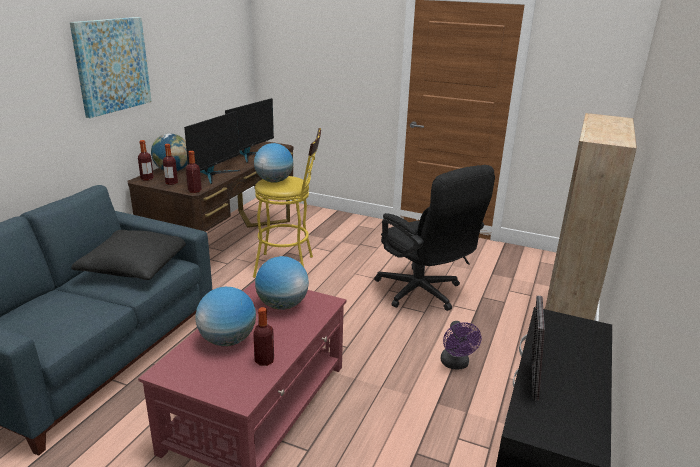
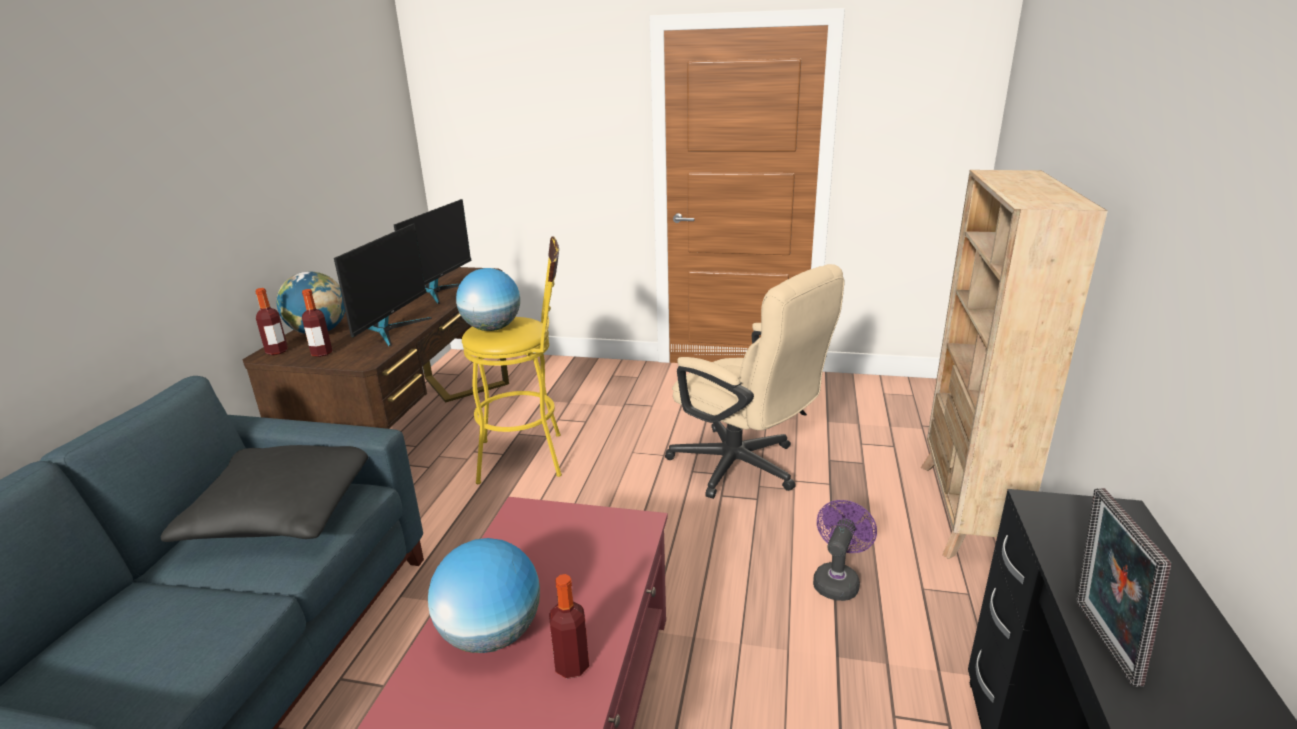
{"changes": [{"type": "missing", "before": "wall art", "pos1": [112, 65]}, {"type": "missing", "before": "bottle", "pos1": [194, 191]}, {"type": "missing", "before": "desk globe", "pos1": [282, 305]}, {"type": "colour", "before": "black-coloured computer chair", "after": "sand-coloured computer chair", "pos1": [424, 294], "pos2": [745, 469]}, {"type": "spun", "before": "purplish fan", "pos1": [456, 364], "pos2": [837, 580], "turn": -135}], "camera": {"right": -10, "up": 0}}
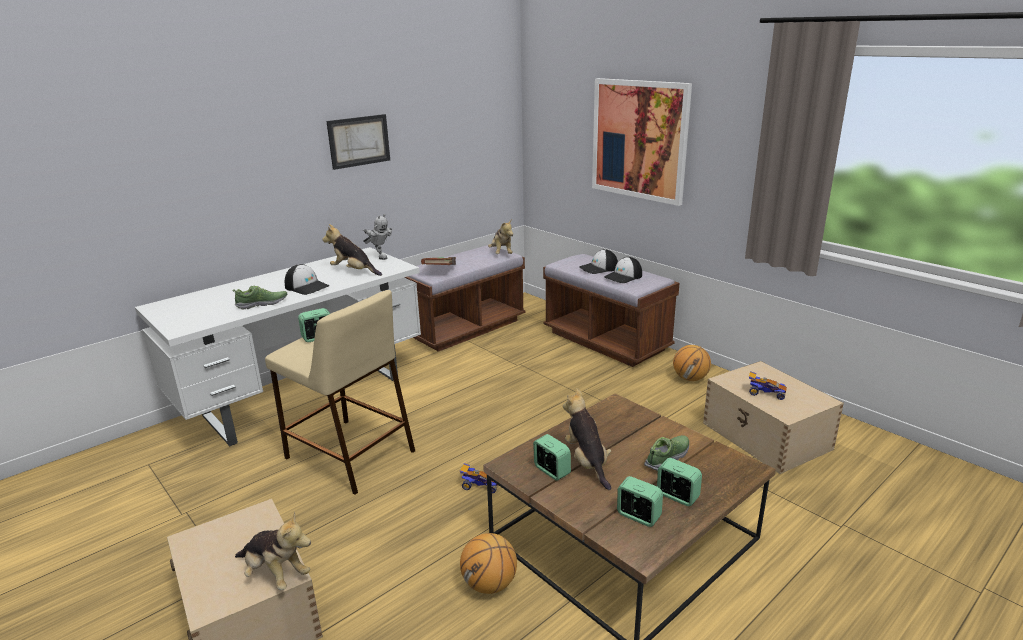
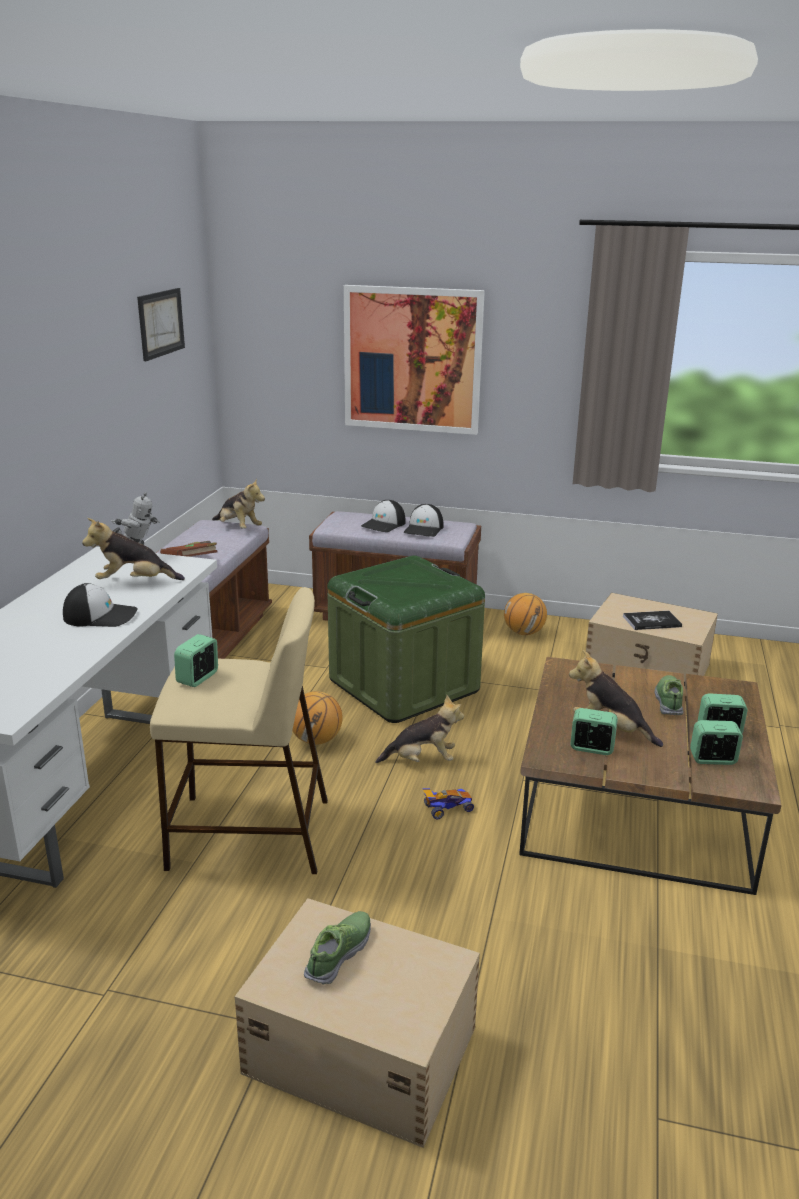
{"changes": [{"type": "relocated", "before": "item of footwear", "pos1": [262, 304], "pos2": [339, 954]}, {"type": "relocated", "before": "plush toy", "pos1": [275, 574], "pos2": [422, 760]}, {"type": "relocated", "before": "wall art", "pos1": [359, 141], "pos2": [160, 323]}, {"type": "relocated", "before": "basketball", "pos1": [489, 584], "pos2": [316, 740]}, {"type": "exchanged", "before": "toy car", "after": "volume", "pos1": [765, 393], "pos2": [651, 621]}, {"type": "appeared", "after": "greenish storage bin", "pos2": [404, 685]}], "camera": {"right": -35, "up": 0}}
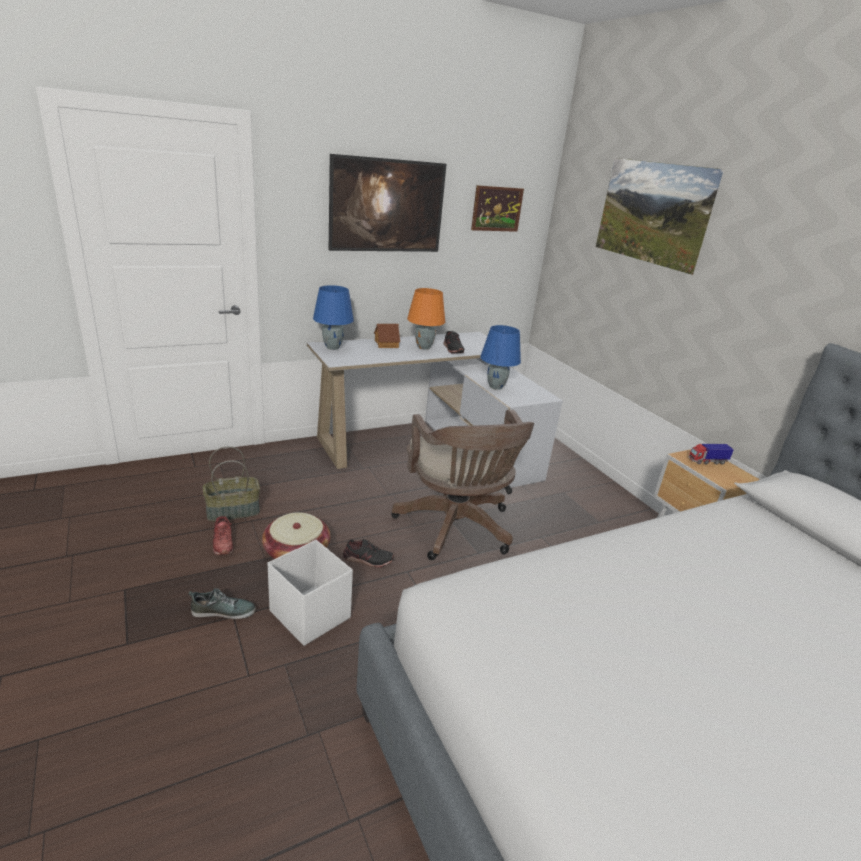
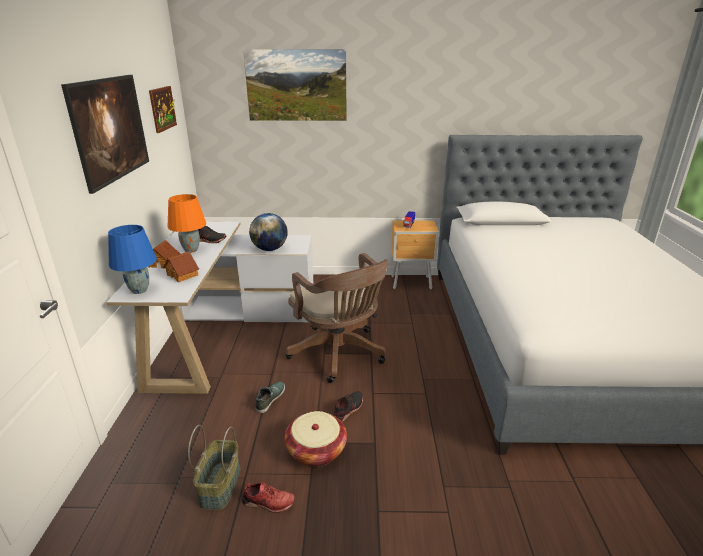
{"changes": [{"type": "relocated", "before": "item of footwear", "pos1": [223, 611], "pos2": [270, 398]}, {"type": "missing", "before": "white-coloured storage bin", "pos1": [310, 614]}, {"type": "spun", "before": "brown-coloured computer chair", "pos1": [456, 529], "pos2": [339, 354], "turn": 45}, {"type": "exchanged", "before": "blue-coloured table lamp", "after": "desk globe", "pos1": [496, 387], "pos2": [270, 249]}, {"type": "appeared", "after": "miniature house", "pos2": [183, 275]}], "camera": {"right": -60, "up": 0}}
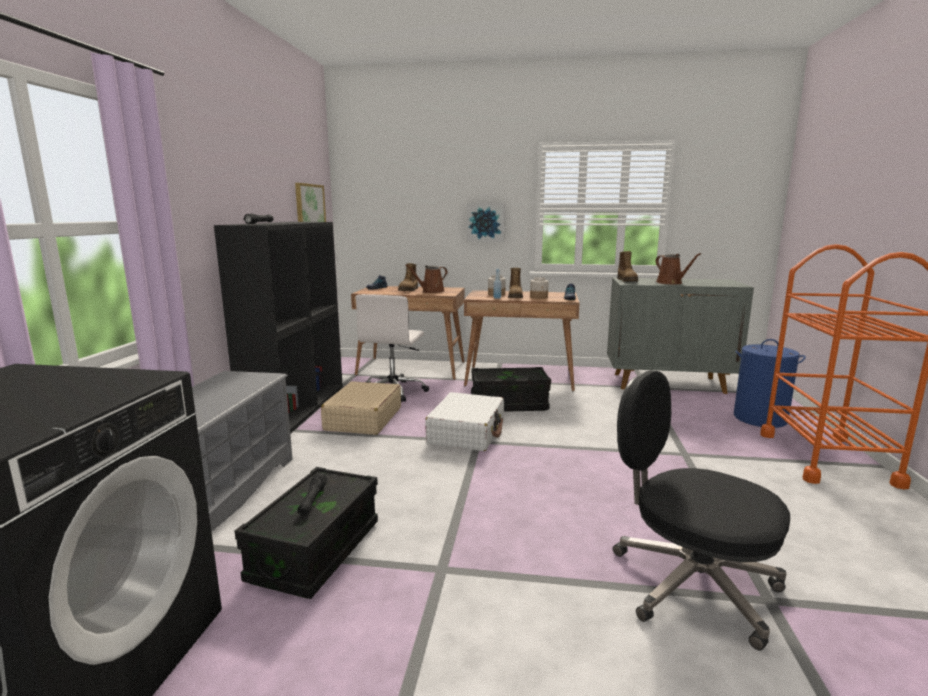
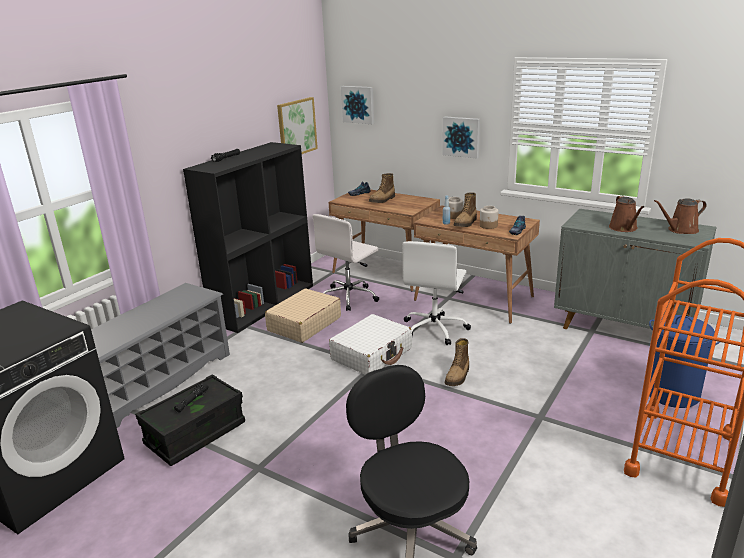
{"changes": [{"type": "relocated", "before": "brown-coloured sprinkling can", "pos1": [431, 291], "pos2": [680, 230]}, {"type": "exchanged", "before": "black-coloured storage bin", "after": "white-coloured computer chair", "pos1": [509, 404], "pos2": [435, 329]}, {"type": "relocated", "before": "tall boot", "pos1": [627, 281], "pos2": [458, 376]}, {"type": "appeared", "after": "wall art", "pos2": [358, 104]}], "camera": {"right": 25, "up": 10}}
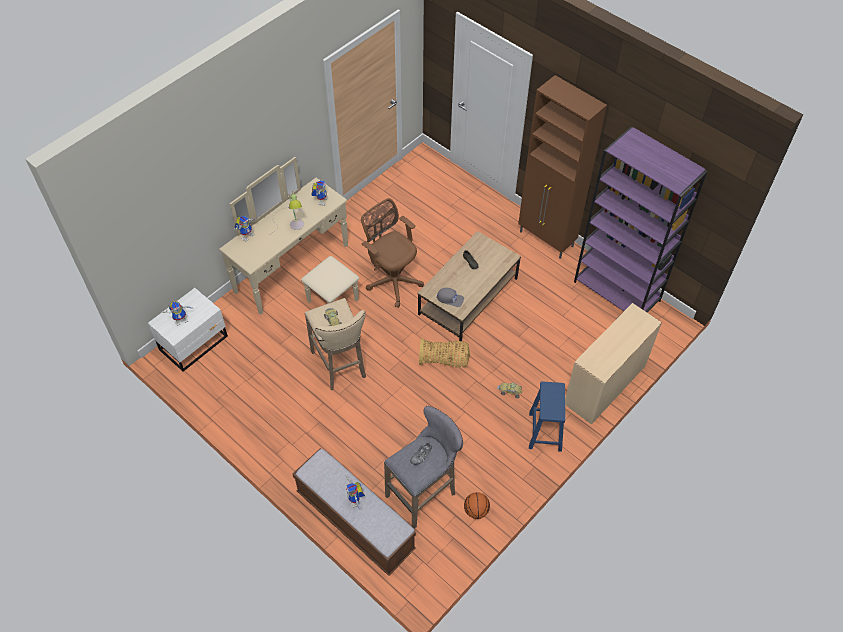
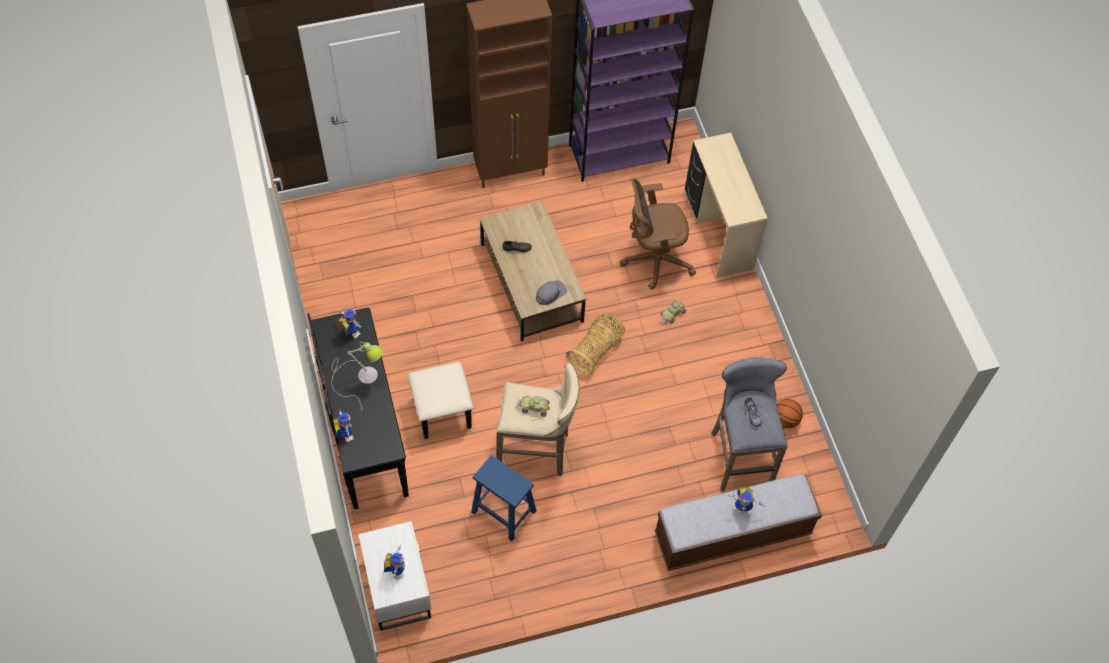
{"changes": [{"type": "colour", "before": "sand-coloured dresser", "after": "black-coloured dresser", "pos1": [301, 275], "pos2": [383, 426]}, {"type": "relocated", "before": "brown-coloured computer chair", "pos1": [392, 280], "pos2": [653, 260]}, {"type": "relocated", "before": "blue-coloured stool seat", "pos1": [545, 432], "pos2": [504, 512]}], "camera": {"right": -60, "up": 5}}
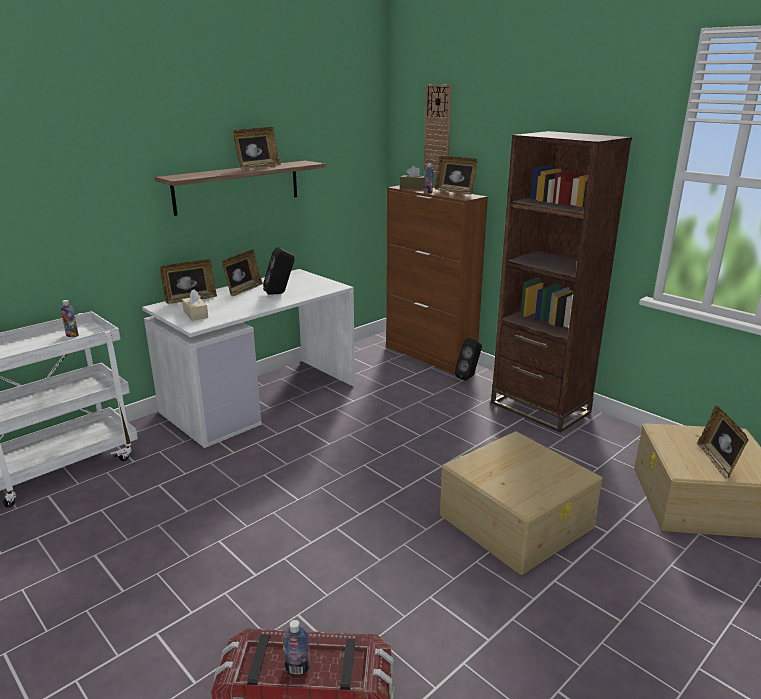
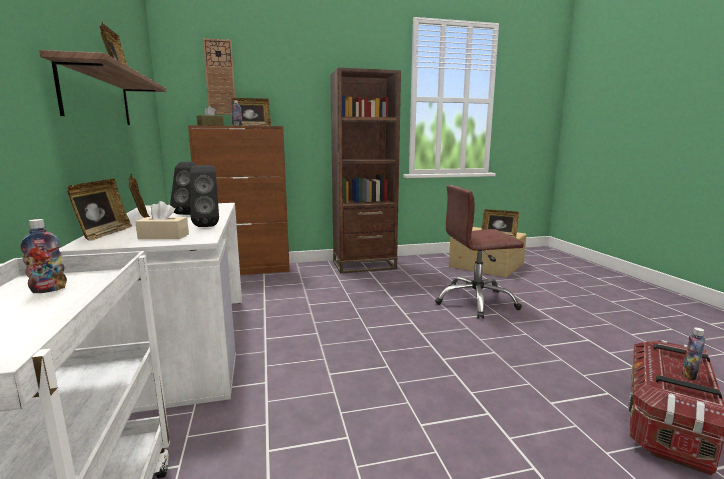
{"changes": [{"type": "exchanged", "before": "sand-coloured storage bin", "after": "brown-coloured computer chair", "pos1": [517, 520], "pos2": [476, 302]}, {"type": "relocated", "before": "black-coloured audio speaker", "pos1": [469, 377], "pos2": [208, 226]}], "camera": {"right": -60, "up": -10}}
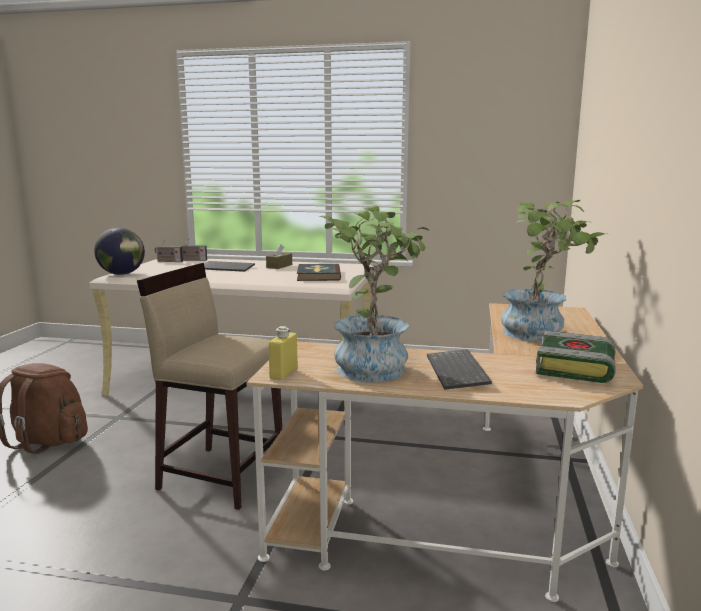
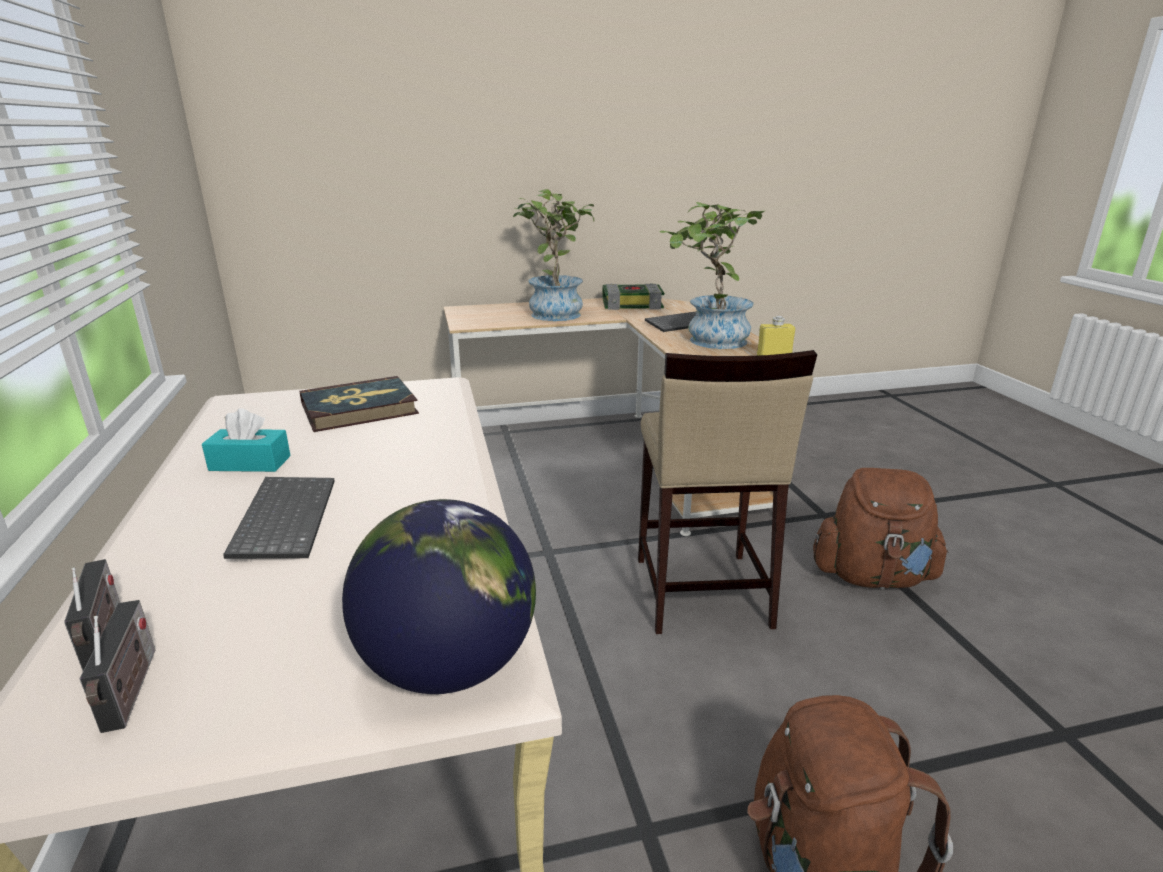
{"changes": [{"type": "colour", "before": "brown-coloured box of tissues", "after": "turquoise-coloured box of tissues", "pos1": [279, 266], "pos2": [250, 463]}, {"type": "appeared", "after": "brown-coloured rucksack", "pos2": [872, 576]}], "camera": {"right": -115, "up": 10}}
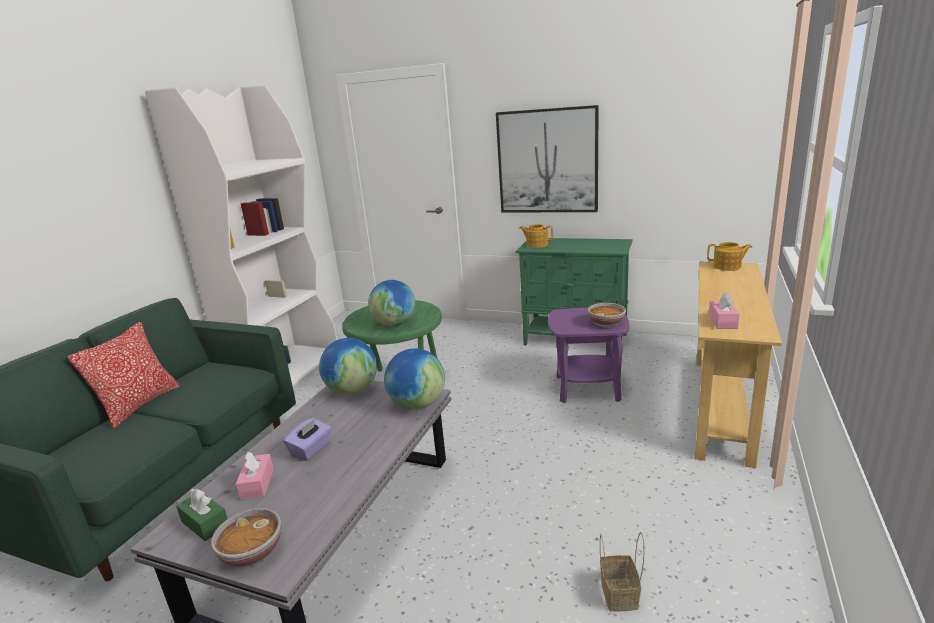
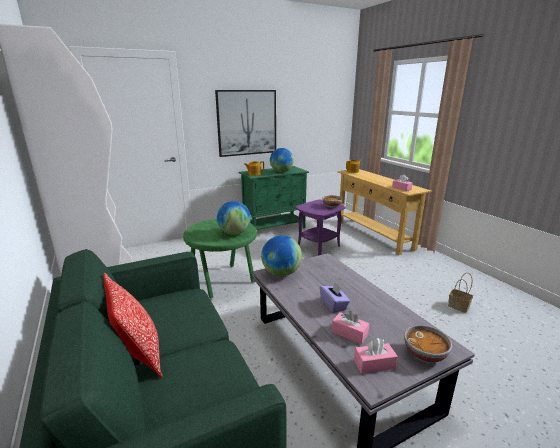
{"changes": [{"type": "colour", "before": "greenish box of tissues", "after": "pinkish box of tissues", "pos1": [205, 523], "pos2": [374, 364]}, {"type": "relocated", "before": "desk globe", "pos1": [417, 404], "pos2": [281, 172]}], "camera": {"right": -50, "up": 0}}
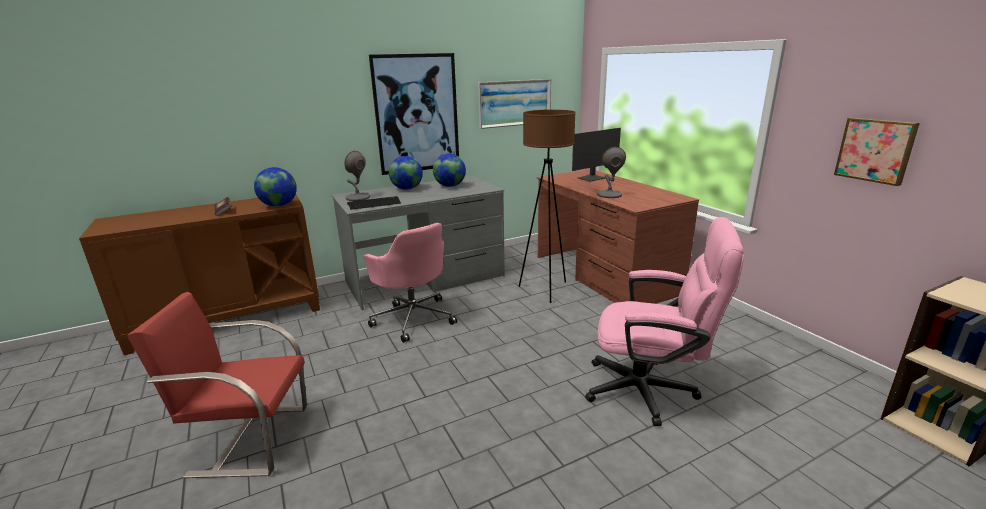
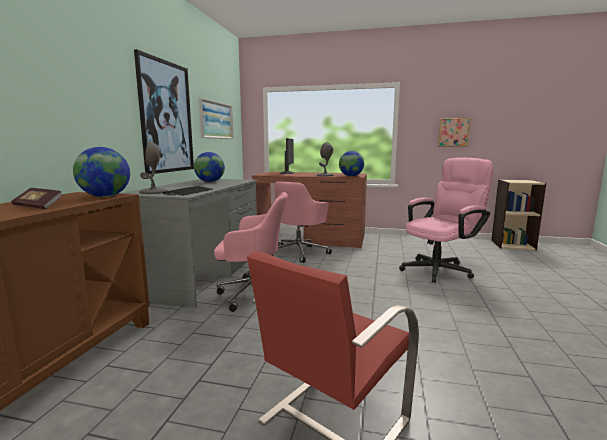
{"changes": [{"type": "relocated", "before": "desk globe", "pos1": [407, 189], "pos2": [351, 176]}, {"type": "exchanged", "before": "brown-coloured floor lamp", "after": "pinkish computer chair", "pos1": [545, 290], "pos2": [299, 252]}], "camera": {"right": -50, "up": -10}}
